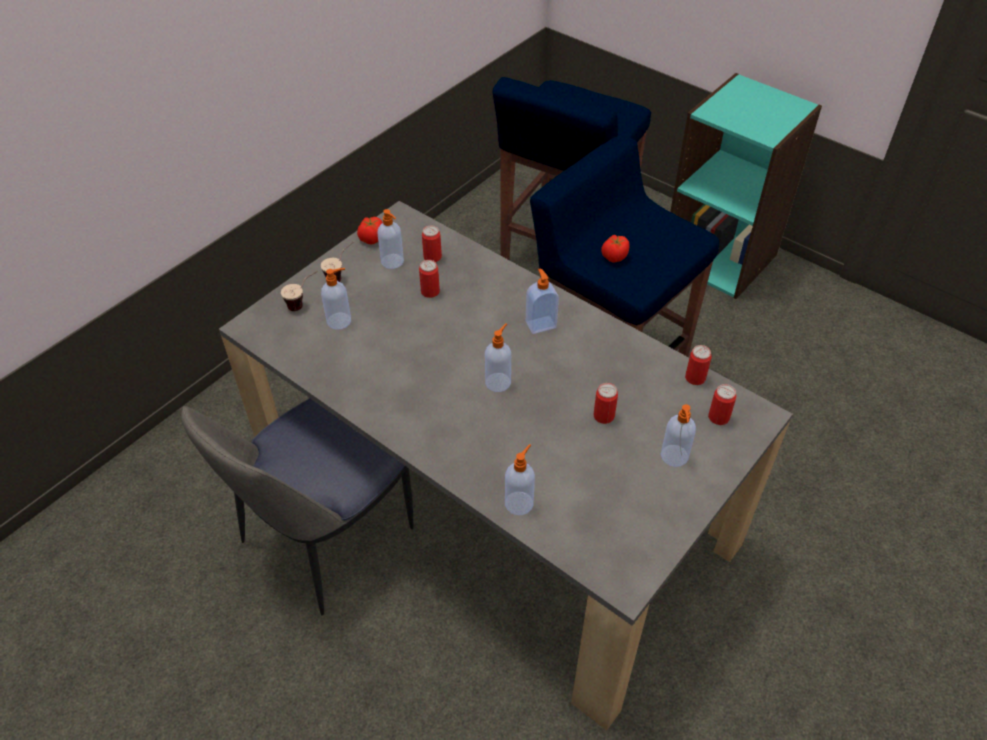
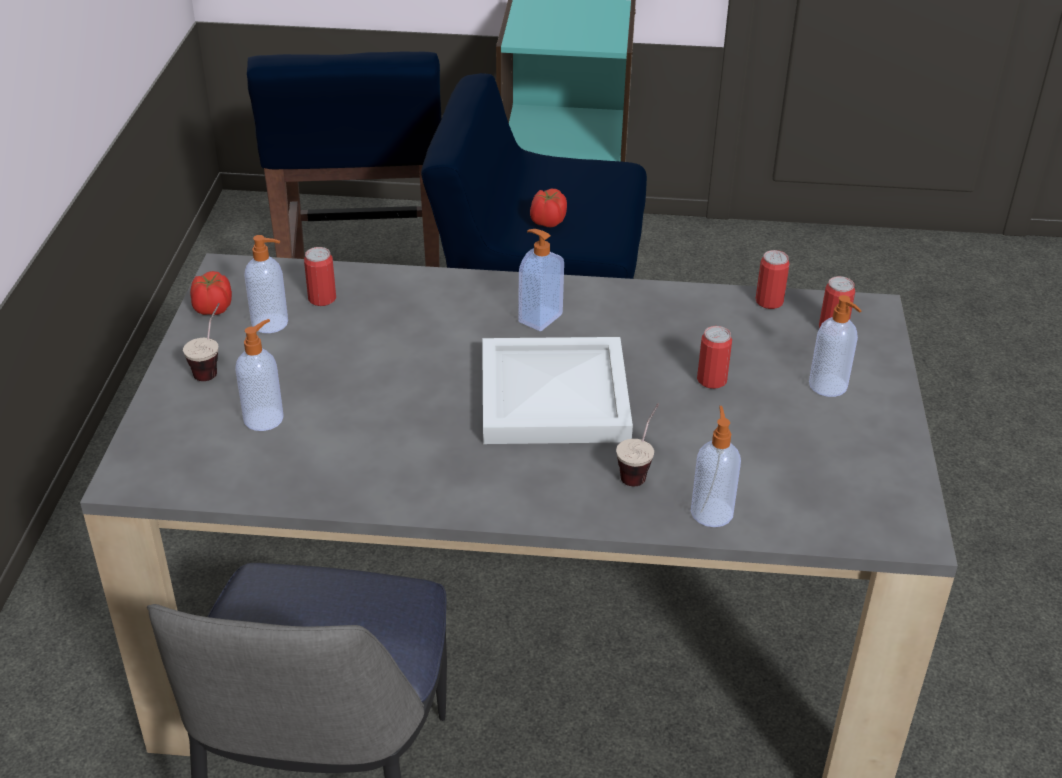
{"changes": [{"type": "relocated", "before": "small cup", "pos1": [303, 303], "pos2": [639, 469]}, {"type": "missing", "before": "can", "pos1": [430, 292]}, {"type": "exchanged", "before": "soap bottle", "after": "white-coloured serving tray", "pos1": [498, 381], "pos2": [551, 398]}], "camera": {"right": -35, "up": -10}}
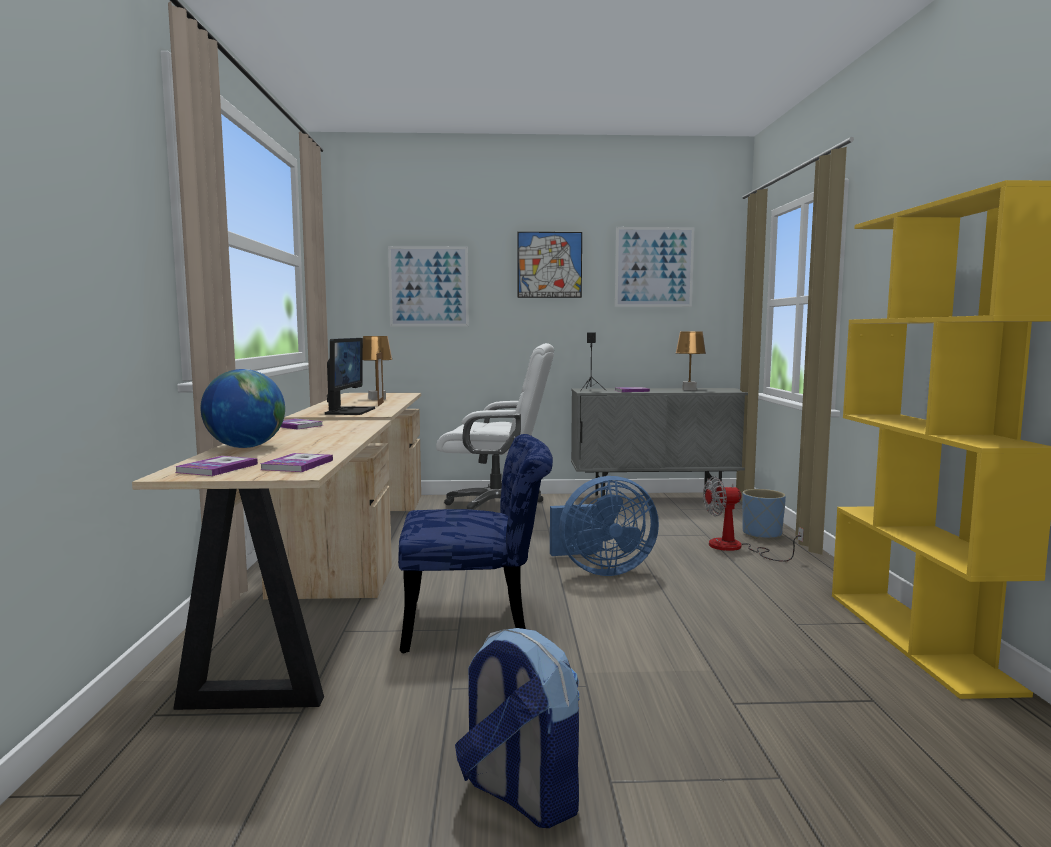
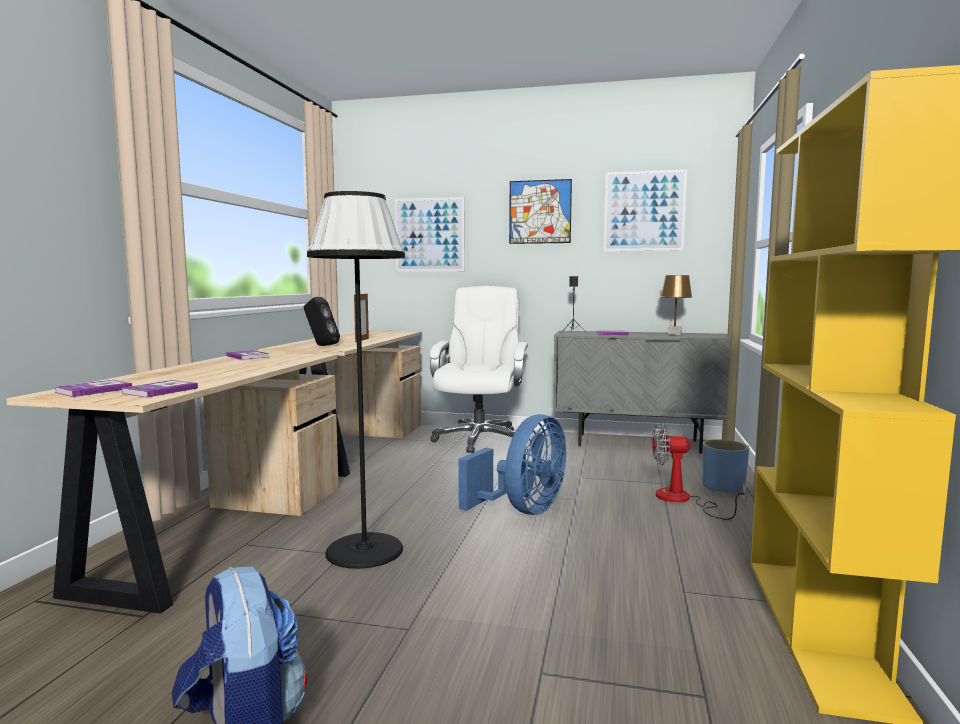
{"changes": [{"type": "missing", "before": "desk globe", "pos1": [245, 447]}, {"type": "exchanged", "before": "computer display", "after": "black-coloured audio speaker", "pos1": [349, 411], "pos2": [321, 345]}, {"type": "missing", "before": "brown-coloured table lamp", "pos1": [377, 399]}, {"type": "exchanged", "before": "blue-coloured upright chair", "after": "black-coloured floor lamp", "pos1": [479, 623], "pos2": [365, 550]}, {"type": "spun", "before": "white-coloured computer chair", "pos1": [497, 506], "pos2": [479, 439], "turn": -105}, {"type": "spun", "before": "blue-coloured fan", "pos1": [600, 570], "pos2": [523, 510], "turn": -60}], "camera": {"right": 15, "up": 0}}
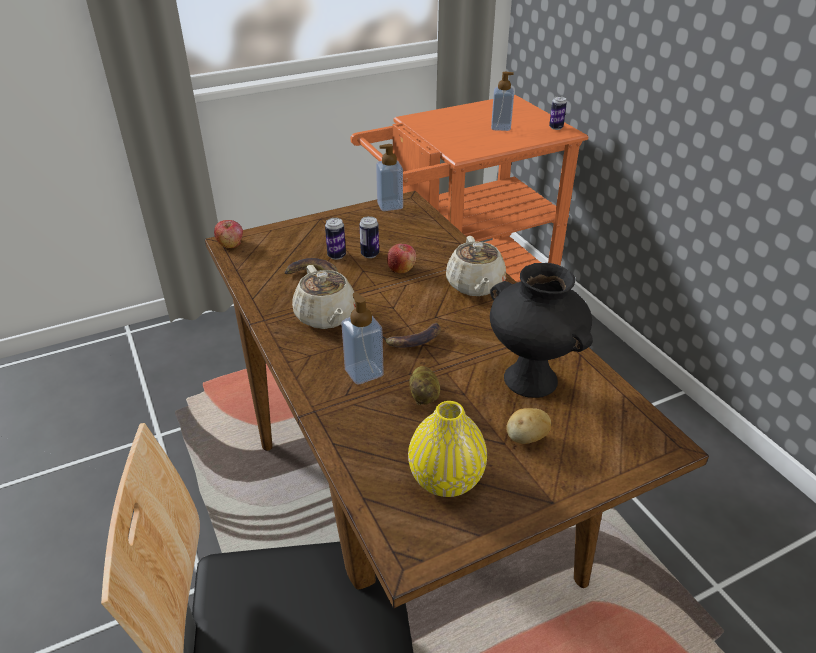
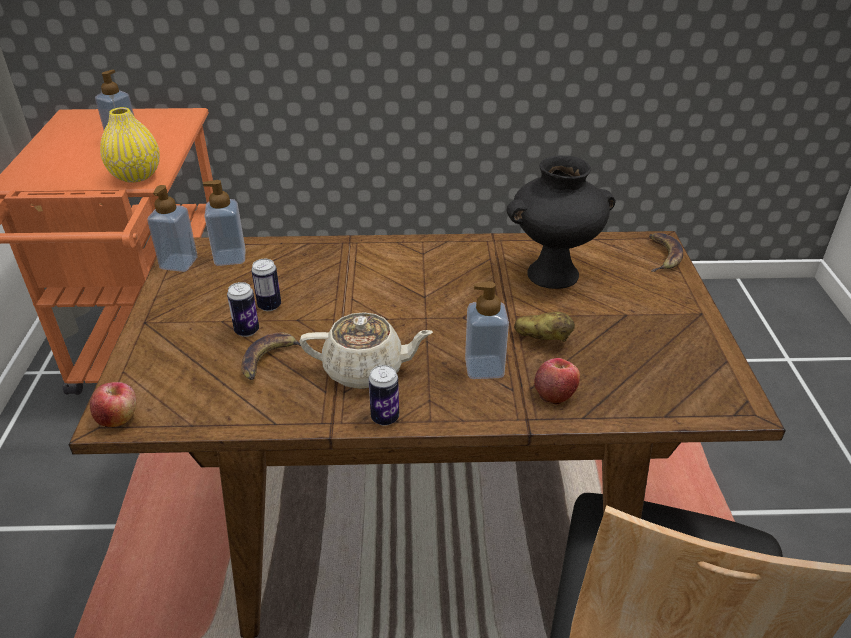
{"changes": [{"type": "relocated", "before": "whole banana", "pos1": [413, 339], "pos2": [662, 255]}, {"type": "relocated", "before": "apple fruit", "pos1": [401, 269], "pos2": [555, 393]}, {"type": "relocated", "before": "yellowish decorative vase", "pos1": [446, 479], "pos2": [136, 176]}, {"type": "missing", "before": "sand-coloured pot for tea", "pos1": [475, 285]}, {"type": "missing", "before": "whole potato", "pos1": [526, 438]}, {"type": "relocated", "before": "can", "pos1": [556, 127], "pos2": [385, 418]}, {"type": "appeared", "after": "soap bottle", "pos2": [230, 257]}], "camera": {"right": -65, "up": 0}}
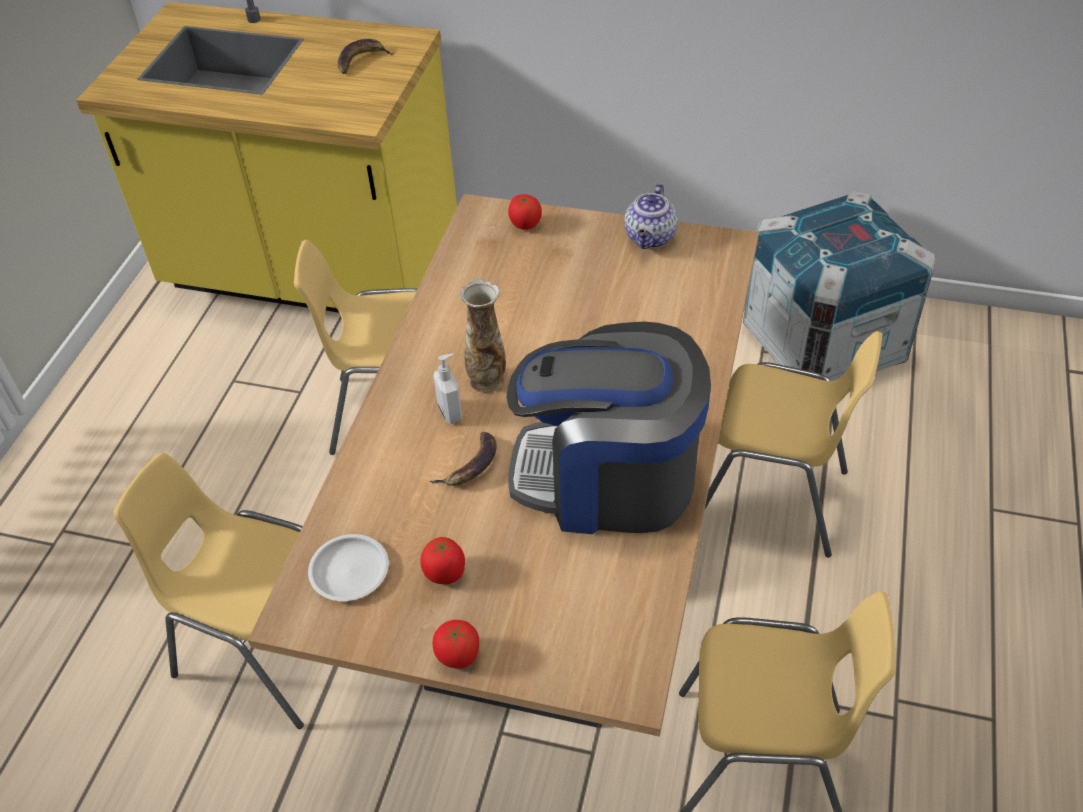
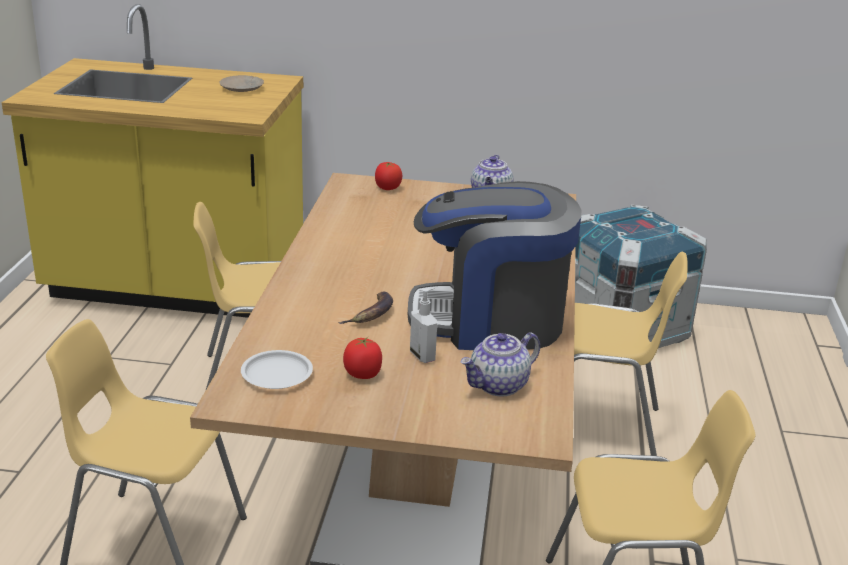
{"changes": [{"type": "exchanged", "before": "whole banana", "after": "sand-coloured dinner plate", "pos1": [361, 60], "pos2": [242, 88]}, {"type": "missing", "before": "whole tomato", "pos1": [457, 656]}, {"type": "relocated", "before": "soap bottle", "pos1": [451, 412], "pos2": [423, 356]}, {"type": "missing", "before": "decorative vase", "pos1": [487, 379]}, {"type": "appeared", "after": "pot for tea", "pos2": [498, 386]}], "camera": {"right": -10, "up": -20}}
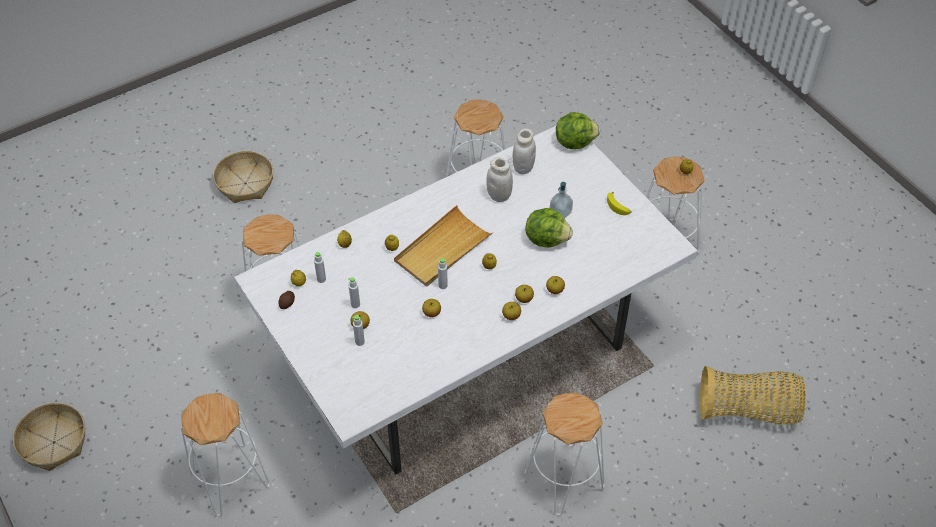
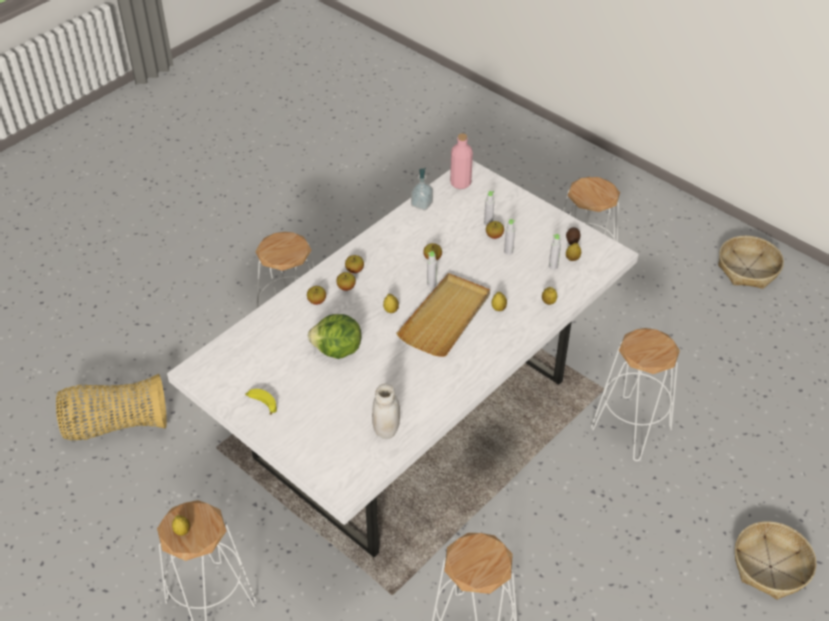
{"changes": [{"type": "missing", "before": "white-coloured jar", "pos1": [499, 196]}, {"type": "relocated", "before": "soap bottle", "pos1": [560, 212], "pos2": [421, 204]}, {"type": "missing", "before": "head of lettuce", "pos1": [574, 142]}, {"type": "appeared", "after": "pinkish bottle", "pos2": [460, 183]}], "camera": {"right": 165, "up": -5}}
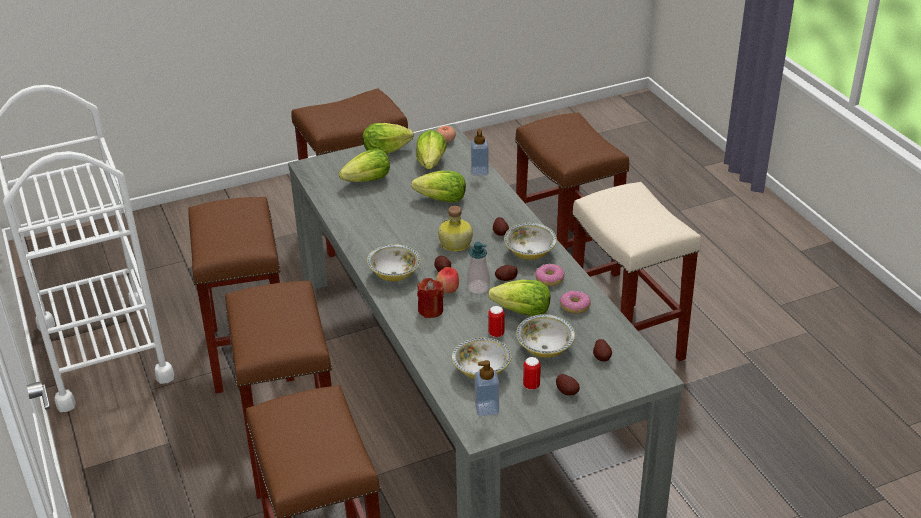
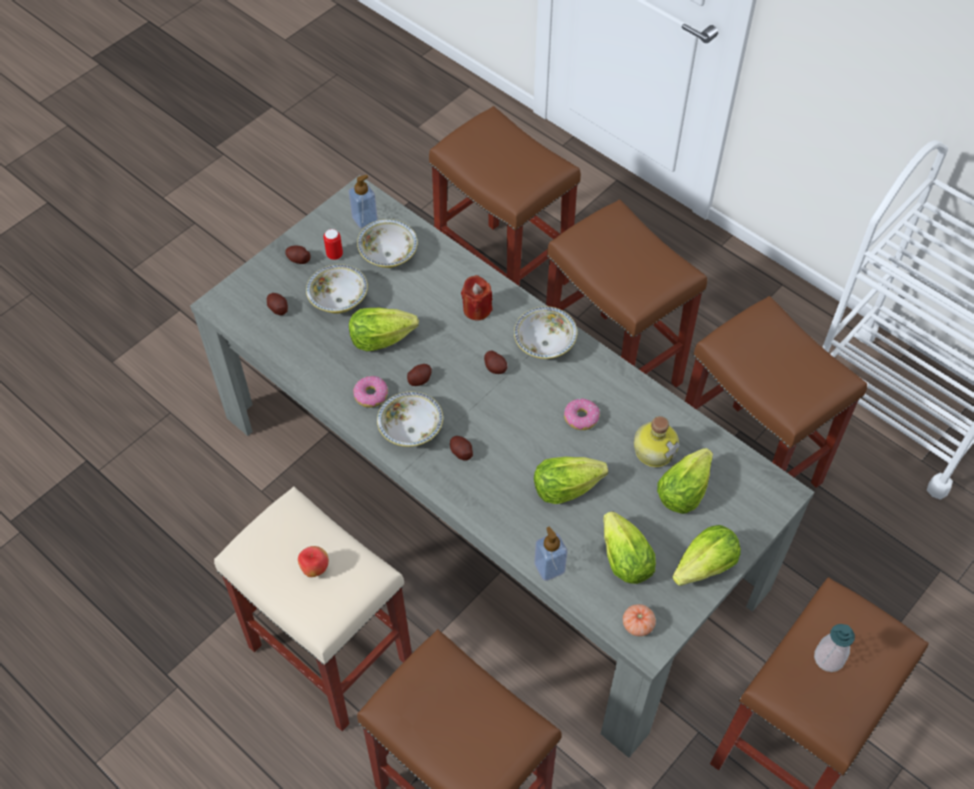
{"changes": [{"type": "relocated", "before": "apple fruit", "pos1": [448, 291], "pos2": [315, 568]}, {"type": "relocated", "before": "bottle", "pos1": [455, 244], "pos2": [654, 450]}, {"type": "relocated", "before": "soap bottle", "pos1": [478, 287], "pos2": [828, 658]}, {"type": "missing", "before": "can", "pos1": [496, 333]}, {"type": "relocated", "before": "ring doughnut", "pos1": [575, 306], "pos2": [581, 418]}], "camera": {"right": 155, "up": 20}}
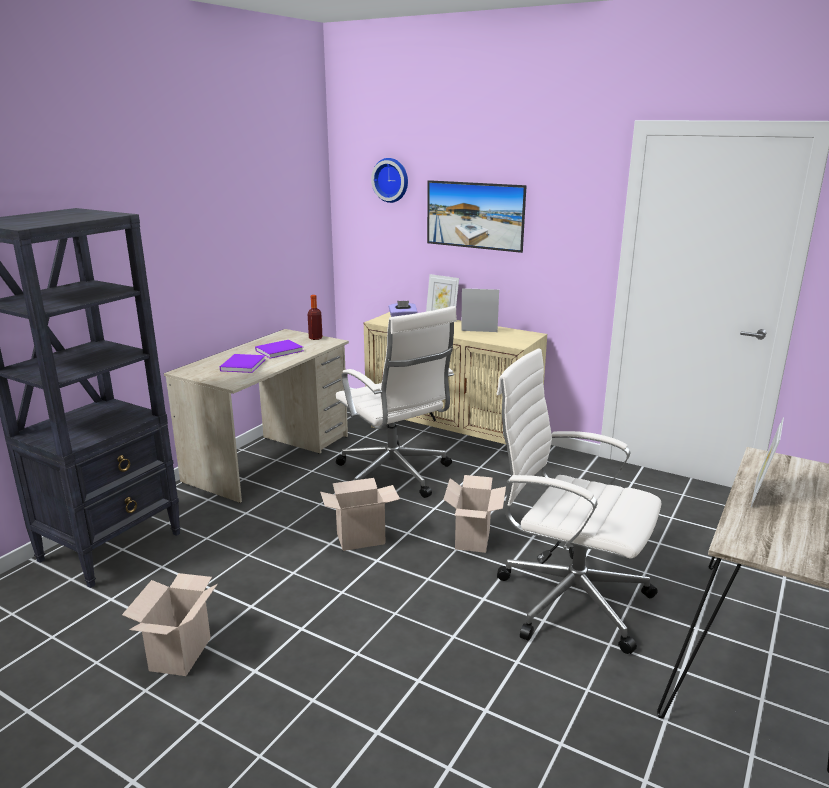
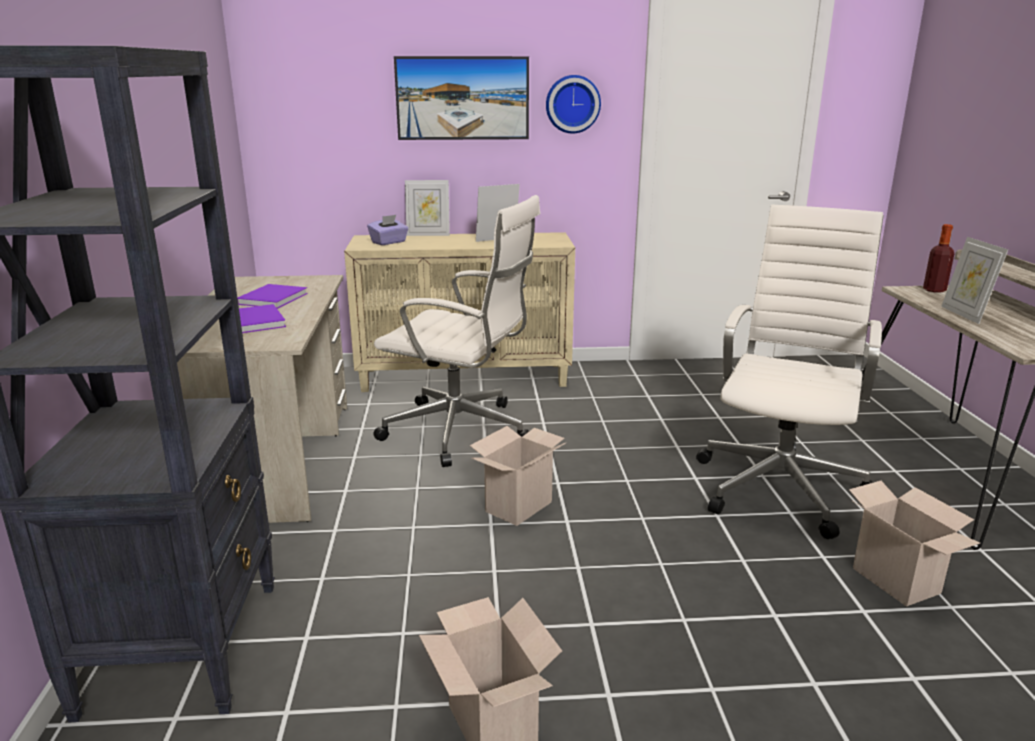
{"changes": [{"type": "relocated", "before": "bottle", "pos1": [315, 338], "pos2": [934, 290]}, {"type": "relocated", "before": "clock on the wall", "pos1": [391, 180], "pos2": [572, 104]}, {"type": "relocated", "before": "cardboard box", "pos1": [474, 540], "pos2": [899, 581]}, {"type": "spun", "before": "white-coloured computer chair", "pos1": [568, 599], "pos2": [781, 486], "turn": 120}], "camera": {"right": -35, "up": 0}}
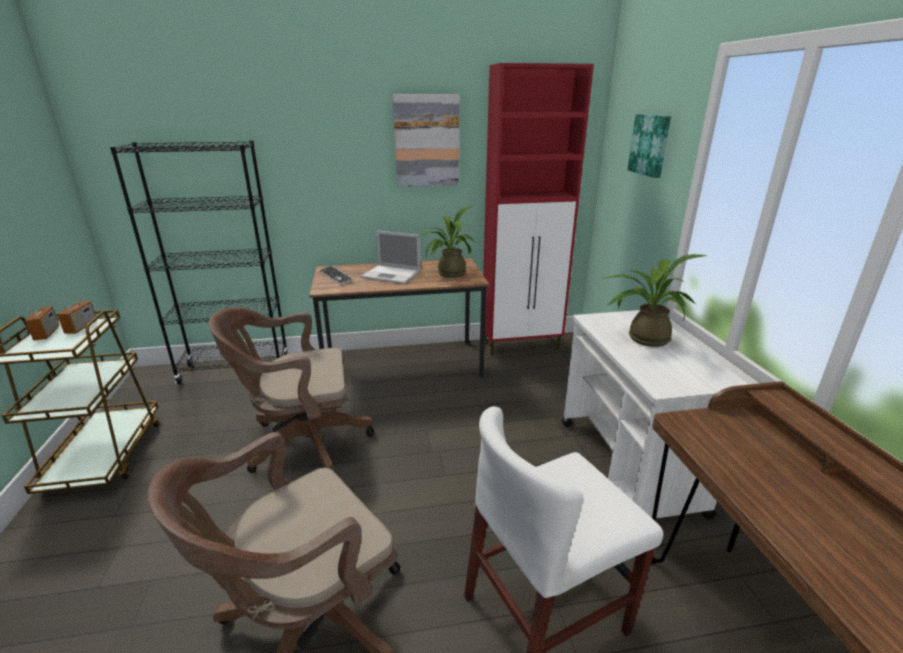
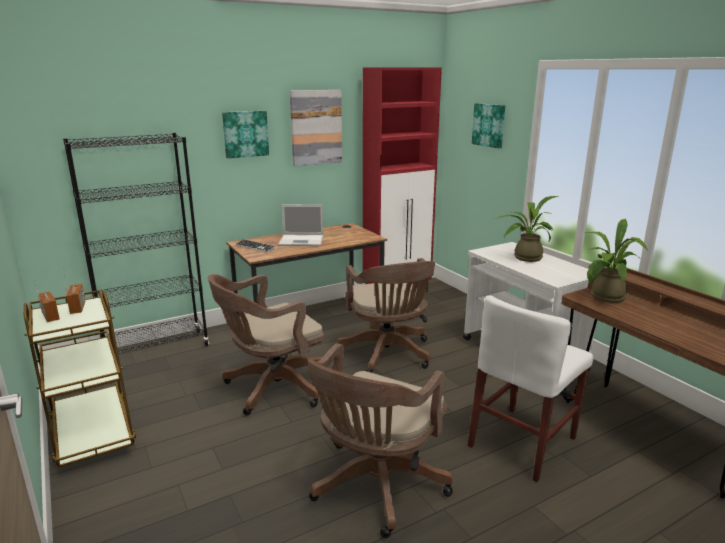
{"changes": [{"type": "relocated", "before": "potted plant", "pos1": [448, 274], "pos2": [605, 298]}, {"type": "appeared", "after": "wall art", "pos2": [245, 134]}, {"type": "appeared", "after": "brown-coloured computer chair", "pos2": [388, 355]}], "camera": {"right": -20, "up": -5}}
